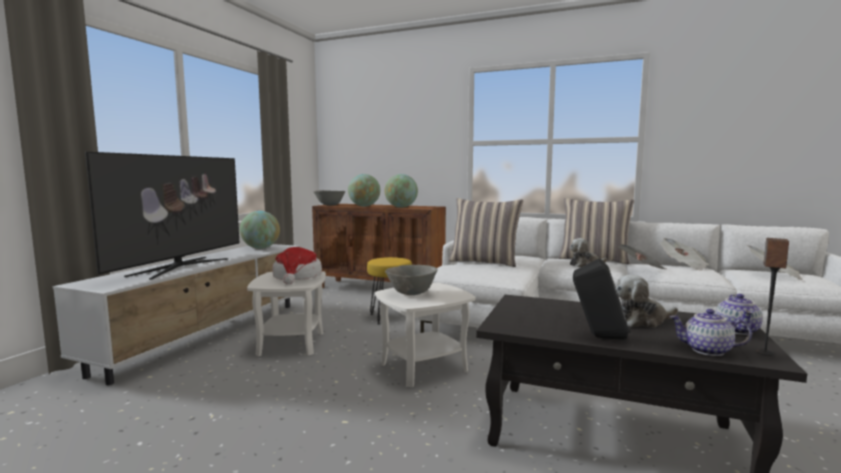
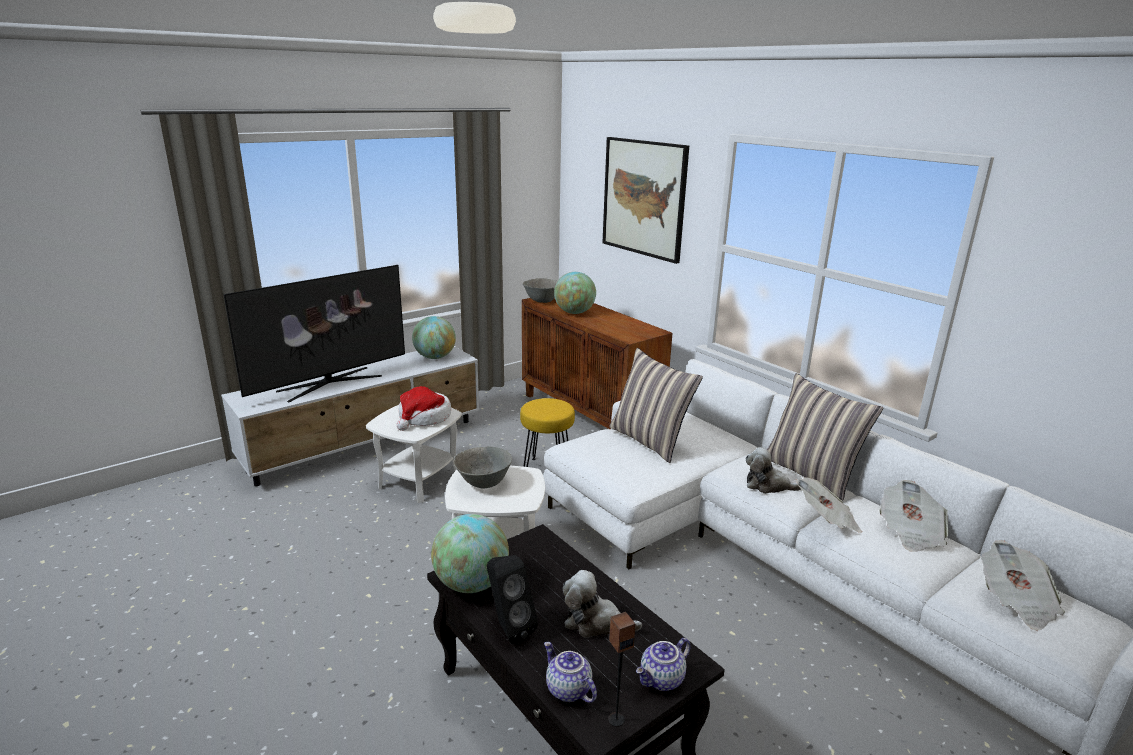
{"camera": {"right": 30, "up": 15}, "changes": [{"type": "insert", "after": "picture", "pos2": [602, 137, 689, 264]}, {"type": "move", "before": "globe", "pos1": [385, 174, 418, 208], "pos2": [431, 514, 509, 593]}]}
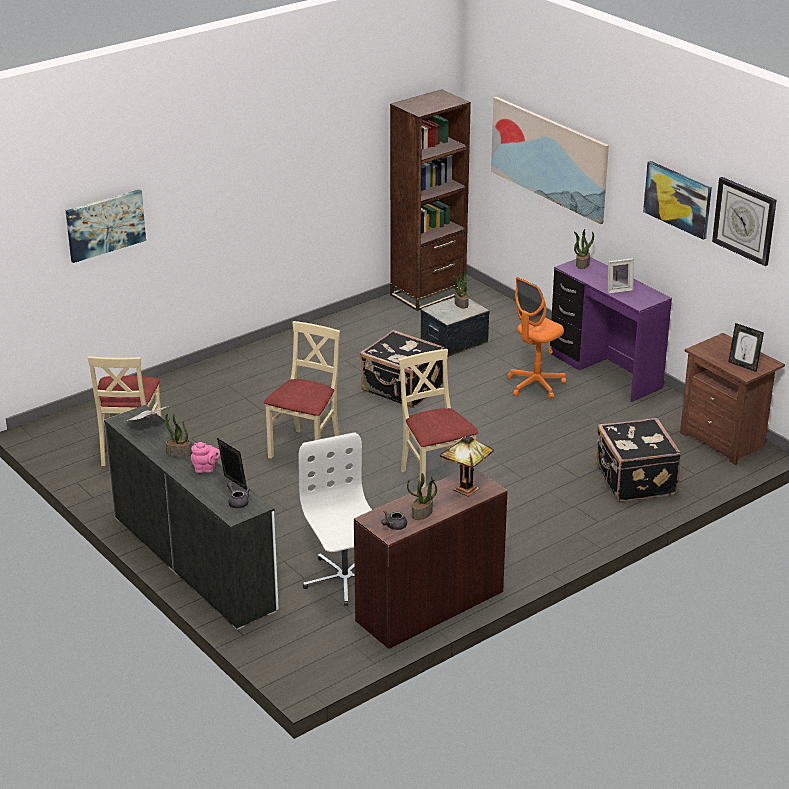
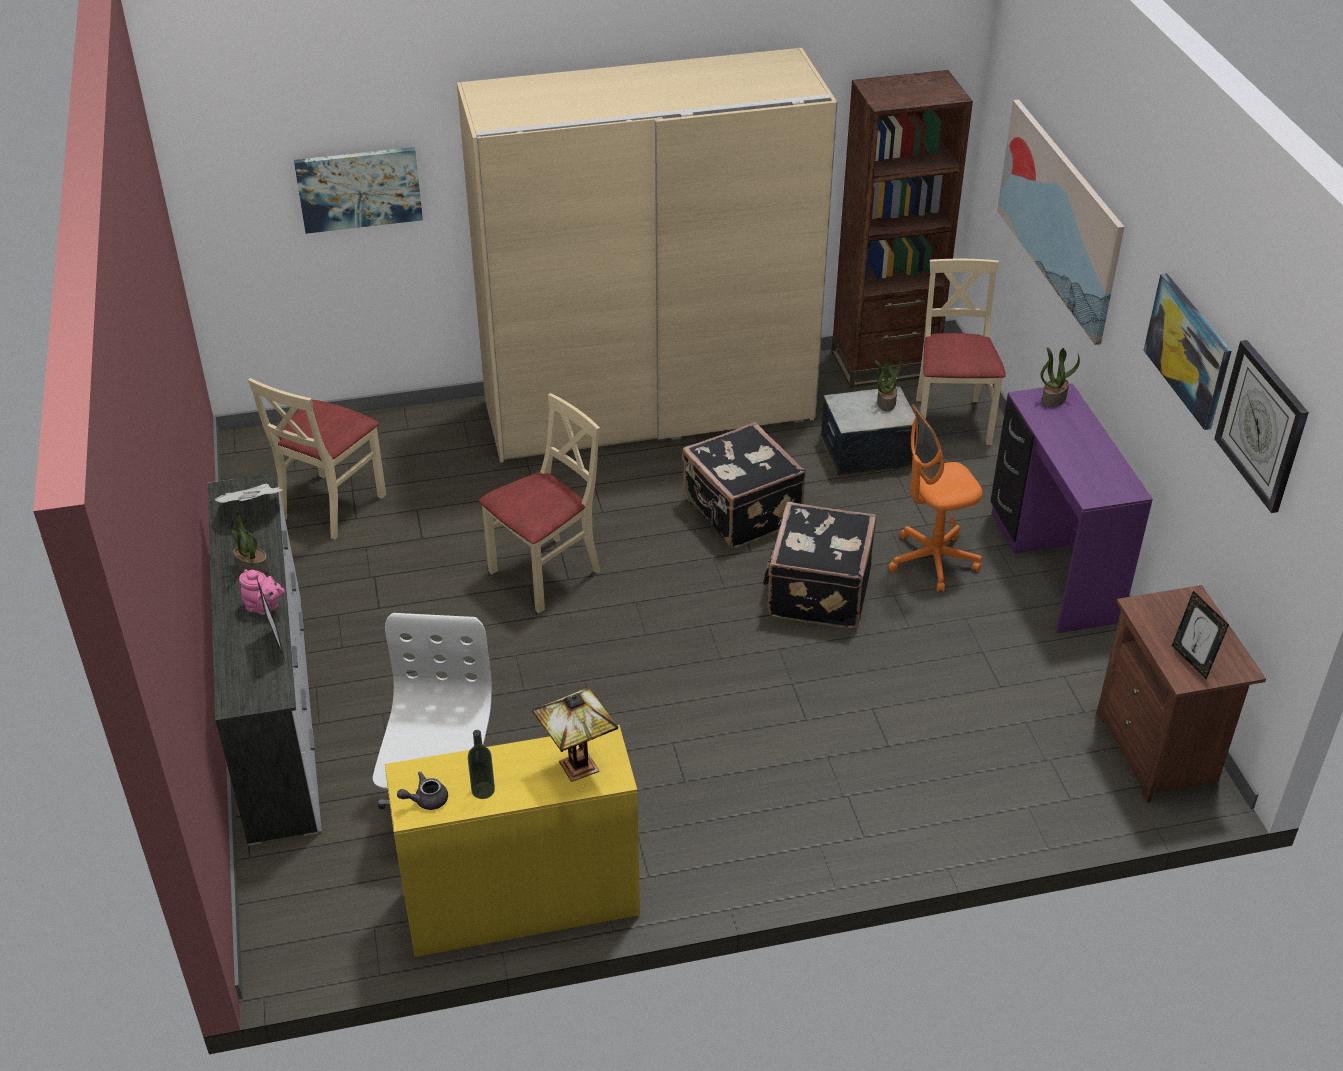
{"camera": {"right": 25, "up": 10}, "changes": [{"type": "delete", "before": "teapot in grey", "pos1": [227, 481, 250, 508]}, {"type": "delete", "before": "picture frame", "pos1": [608, 258, 634, 294]}, {"type": "insert", "after": "wardrobe in beige", "pos2": [457, 48, 838, 463]}, {"type": "move", "before": "chair in beige", "pos1": [398, 349, 478, 488], "pos2": [916, 259, 1006, 445]}, {"type": "move", "before": "suitcase in black", "pos1": [596, 418, 682, 502], "pos2": [763, 502, 876, 629]}, {"type": "replace", "before": "potted plant", "after": "bottle", "pos1": [407, 473, 437, 520], "pos2": [468, 730, 495, 799]}, {"type": "recolor", "before": "desk in brown", "after": "desk in yellow", "pos1": [354, 467, 508, 649], "pos2": [385, 725, 640, 957]}]}
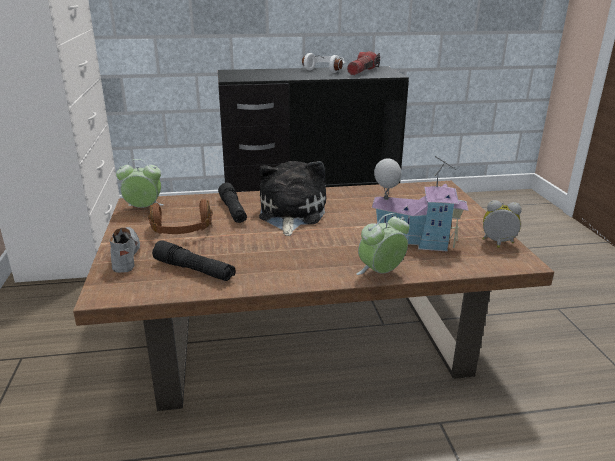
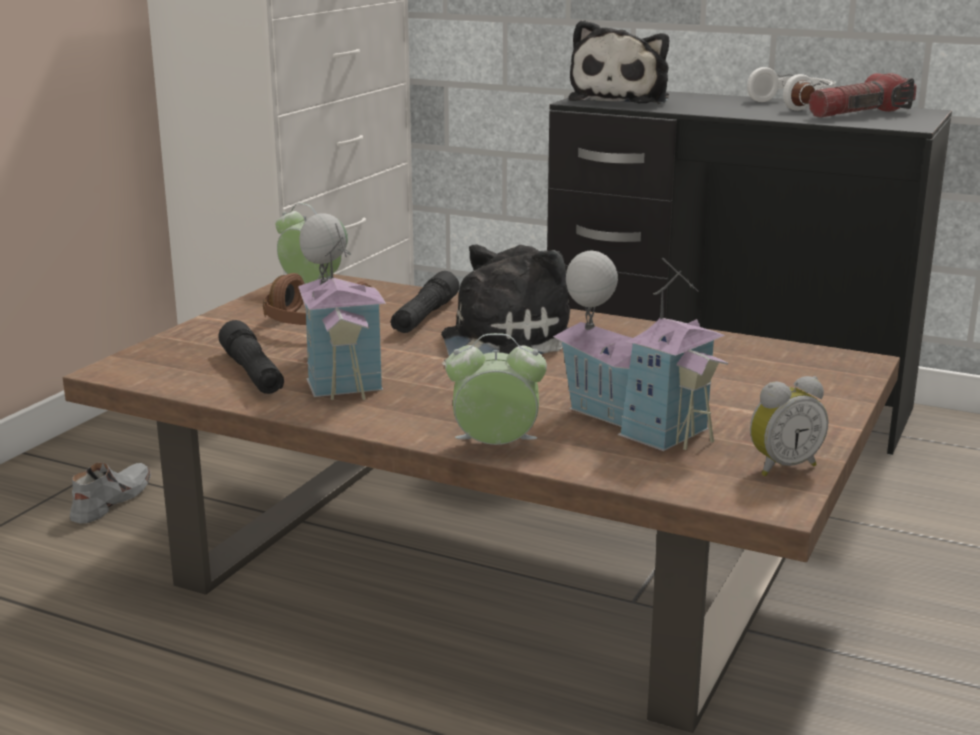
{"camera": {"right": 35, "up": -5}, "changes": [{"type": "insert", "after": "toy house", "pos2": [298, 213, 386, 400]}, {"type": "insert", "after": "plush toy", "pos2": [568, 20, 669, 104]}, {"type": "move", "before": "shoe in grey", "pos1": [110, 227, 140, 273], "pos2": [70, 462, 151, 524]}, {"type": "rotate", "before": "alarm clock", "pos1": [482, 200, 522, 248], "pos2": [750, 376, 828, 476], "turn": 105}]}
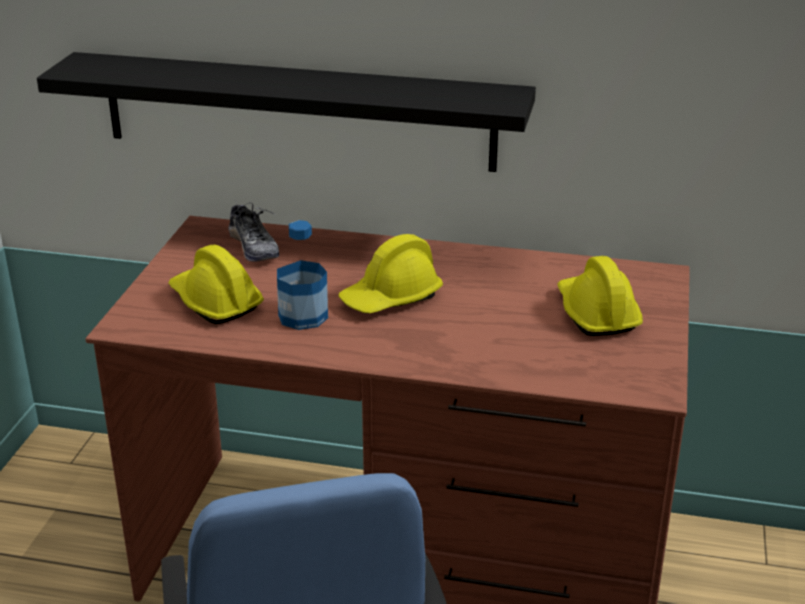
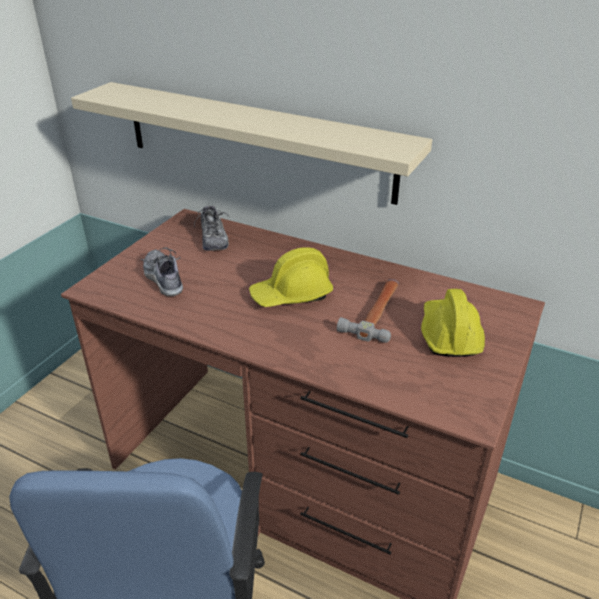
{"camera": {"right": 15, "up": 5}, "changes": [{"type": "delete", "before": "bottle", "pos1": [277, 220, 328, 330]}, {"type": "insert", "after": "hammer", "pos2": [337, 279, 399, 343]}, {"type": "replace", "before": "hard hat in yellow", "after": "shoe", "pos1": [168, 245, 264, 324], "pos2": [140, 247, 183, 296]}, {"type": "recolor", "before": "shelf in black", "after": "shelf in beige", "pos1": [37, 52, 536, 172], "pos2": [71, 82, 432, 205]}]}
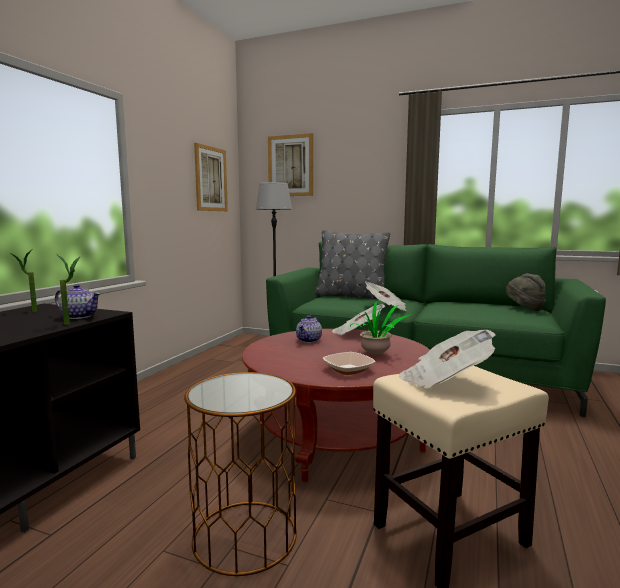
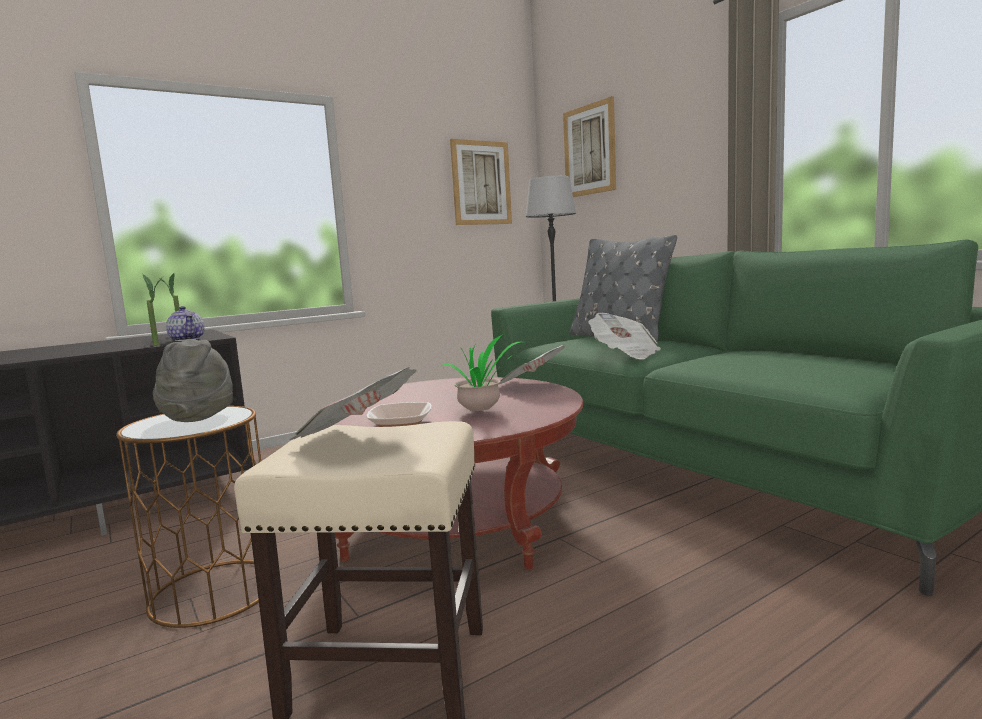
{"camera": {"right": 35, "up": 0}, "changes": [{"type": "delete", "before": "teapot", "pos1": [296, 315, 322, 343]}, {"type": "move", "before": "hat in grey", "pos1": [505, 273, 546, 311], "pos2": [153, 339, 233, 422]}]}
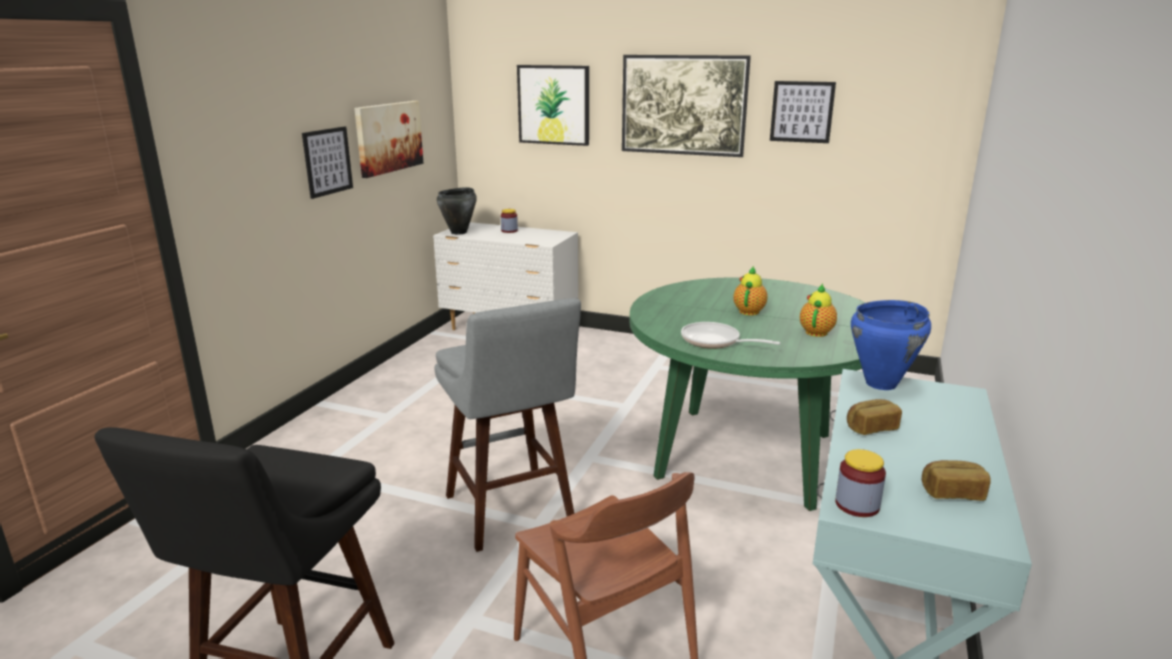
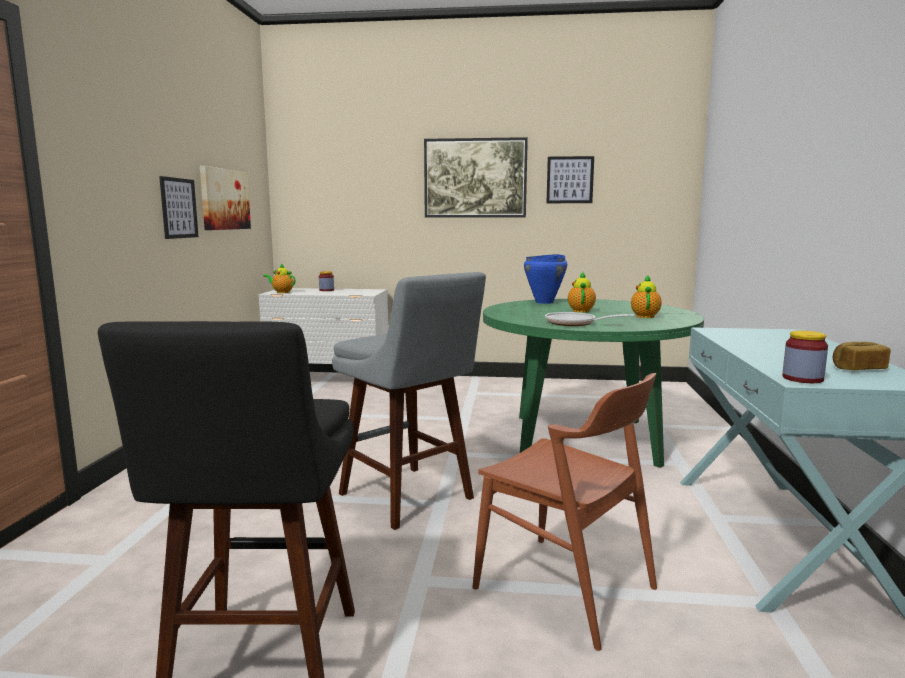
{"camera": {"right": -15, "up": -10}, "changes": [{"type": "delete", "before": "picture", "pos1": [517, 65, 589, 146]}, {"type": "delete", "before": "bread", "pos1": [847, 399, 902, 435]}, {"type": "move", "before": "cooking pot in blue", "pos1": [851, 300, 931, 390], "pos2": [524, 254, 567, 304]}, {"type": "replace", "before": "cooking pot in black", "after": "teapot", "pos1": [437, 187, 477, 234], "pos2": [264, 263, 295, 293]}]}
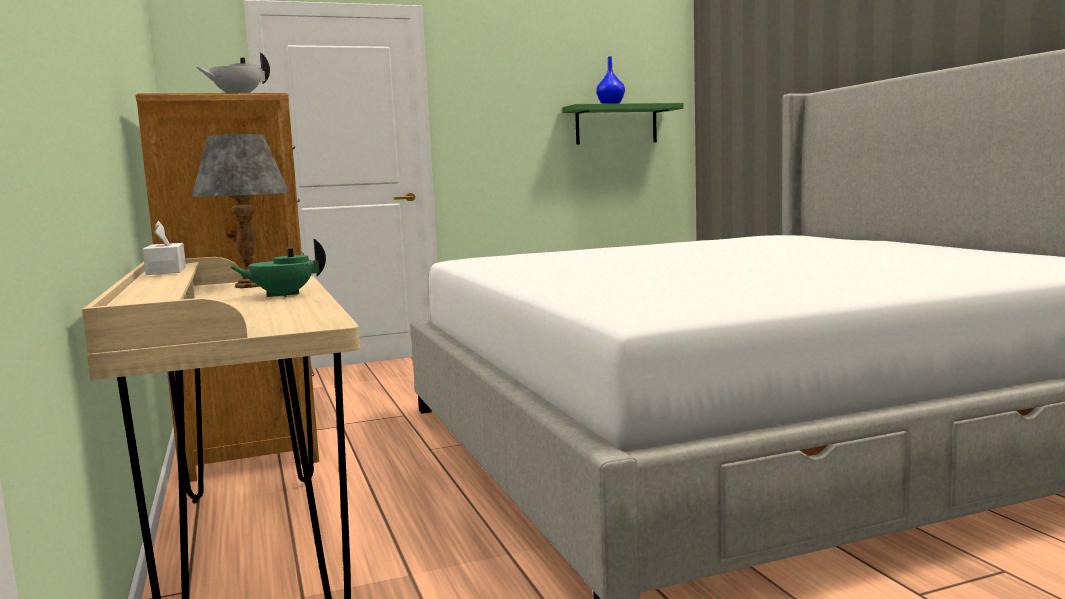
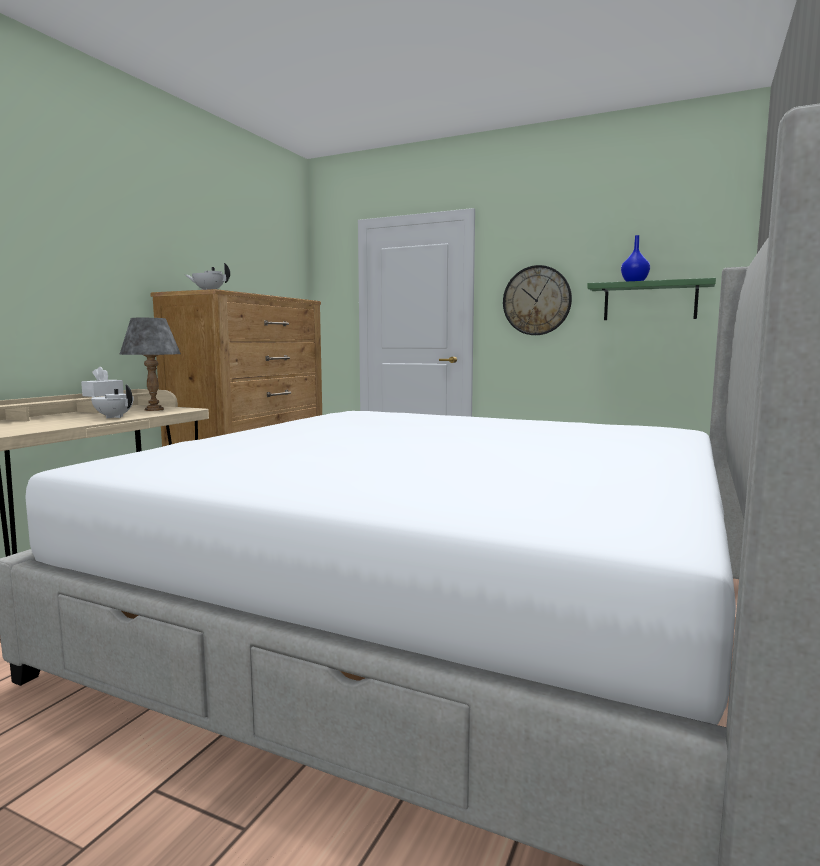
{"camera": {"right": 45, "up": 0}, "changes": [{"type": "insert", "after": "wall clock", "pos2": [503, 265, 572, 335]}, {"type": "recolor", "before": "teapot in green", "after": "teapot in white", "pos1": [230, 239, 326, 297], "pos2": [91, 384, 133, 418]}]}
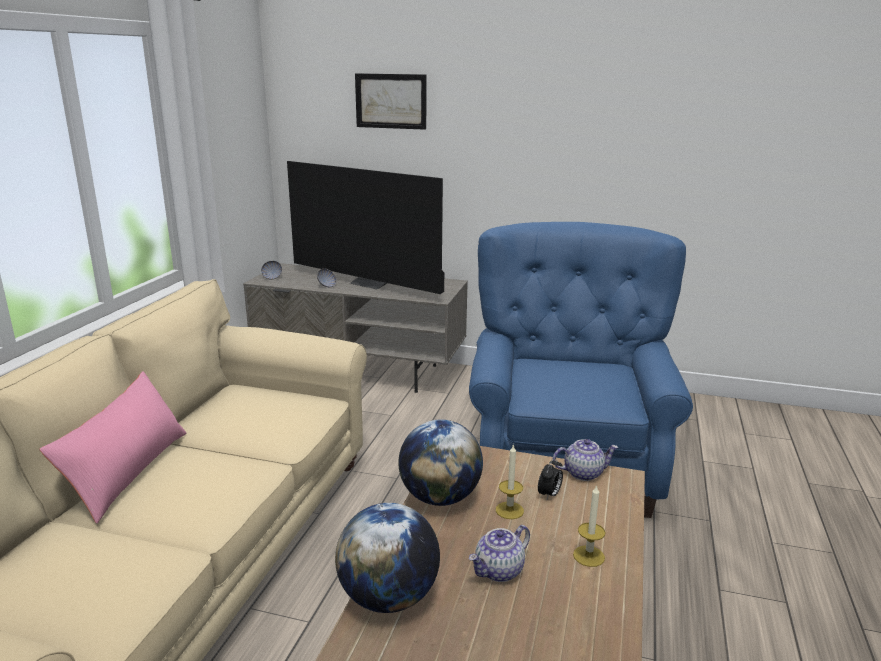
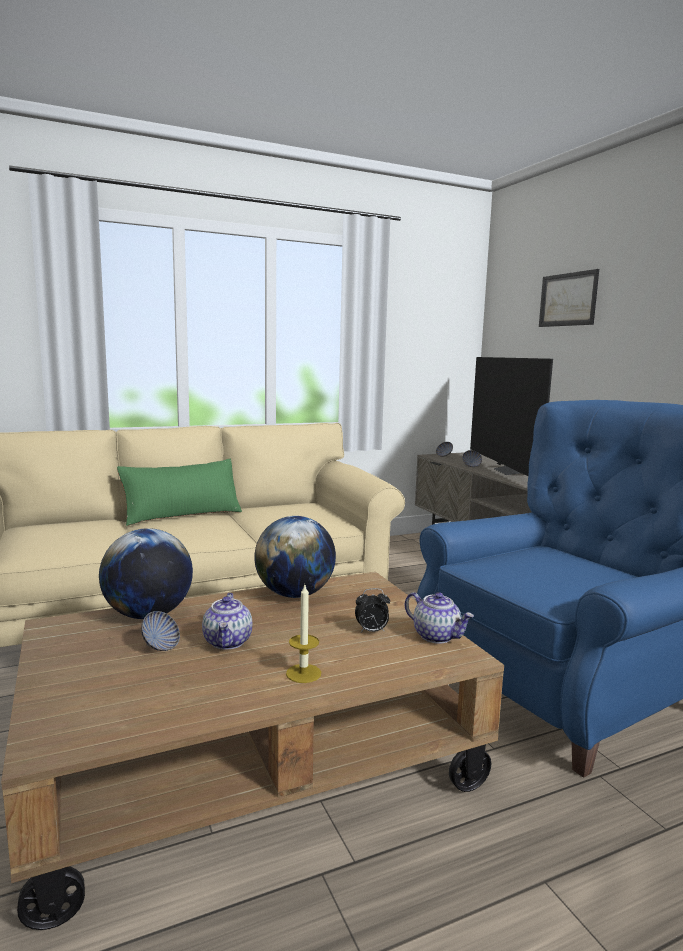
{"camera": {"right": 50, "up": -10}, "changes": [{"type": "delete", "before": "candle", "pos1": [496, 444, 524, 519]}, {"type": "insert", "after": "bowl", "pos2": [141, 611, 180, 651]}, {"type": "recolor", "before": "pillow in pink", "after": "pillow in green", "pos1": [40, 371, 186, 524], "pos2": [117, 459, 242, 526]}, {"type": "rotate", "before": "teapot", "pos1": [469, 525, 530, 582], "pos2": [202, 593, 252, 649], "turn": -105}]}
